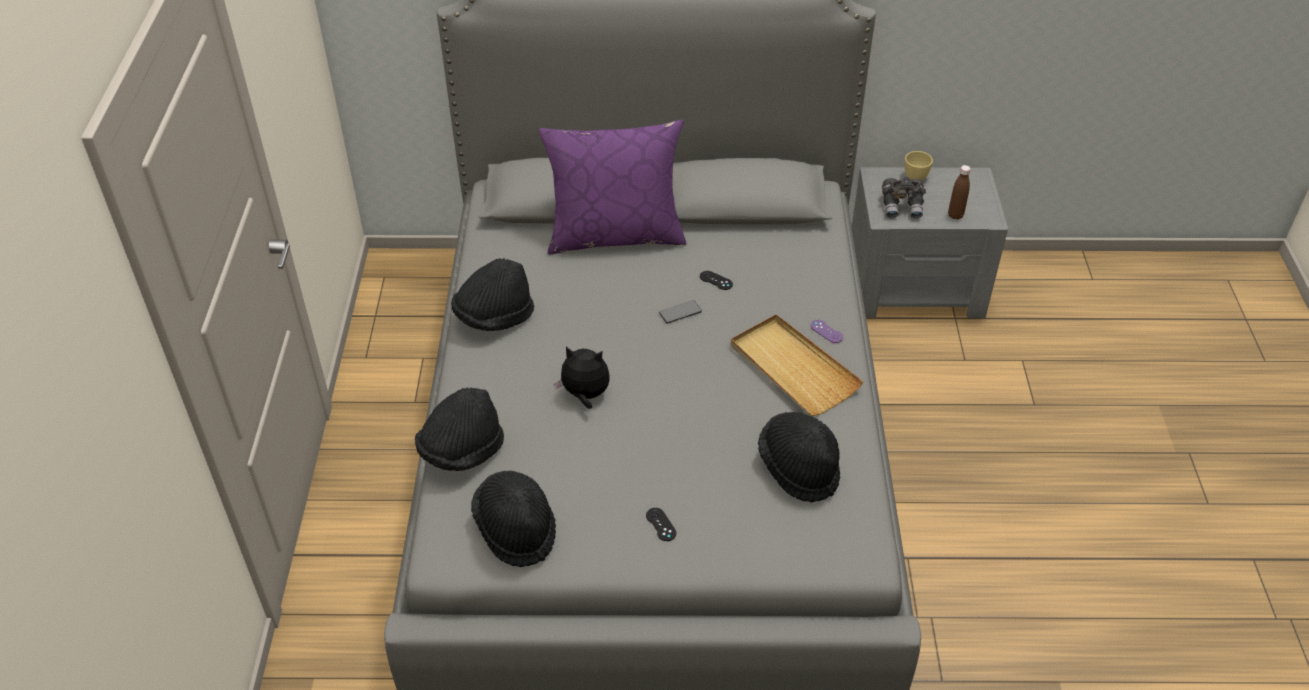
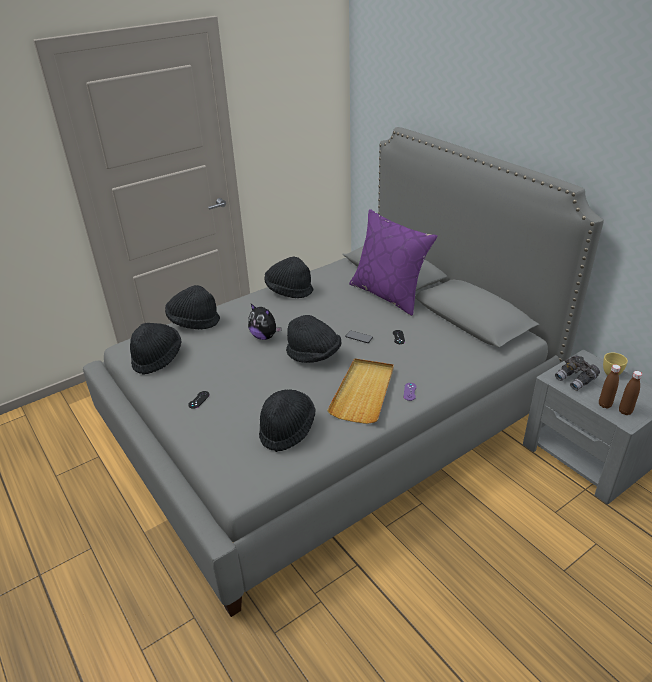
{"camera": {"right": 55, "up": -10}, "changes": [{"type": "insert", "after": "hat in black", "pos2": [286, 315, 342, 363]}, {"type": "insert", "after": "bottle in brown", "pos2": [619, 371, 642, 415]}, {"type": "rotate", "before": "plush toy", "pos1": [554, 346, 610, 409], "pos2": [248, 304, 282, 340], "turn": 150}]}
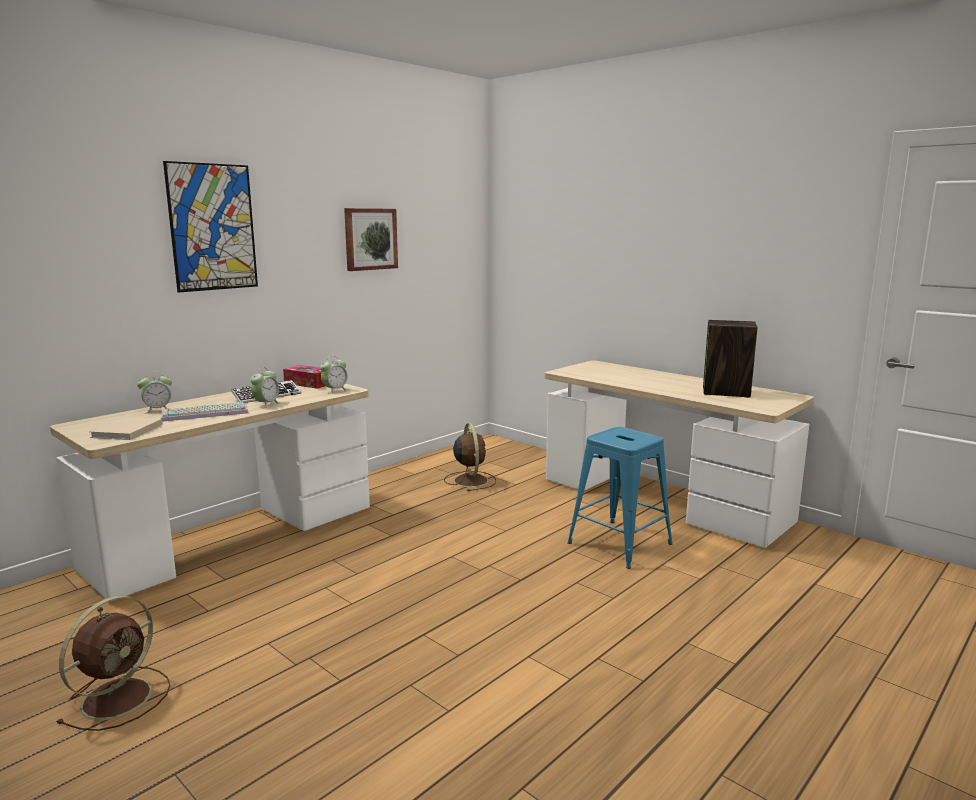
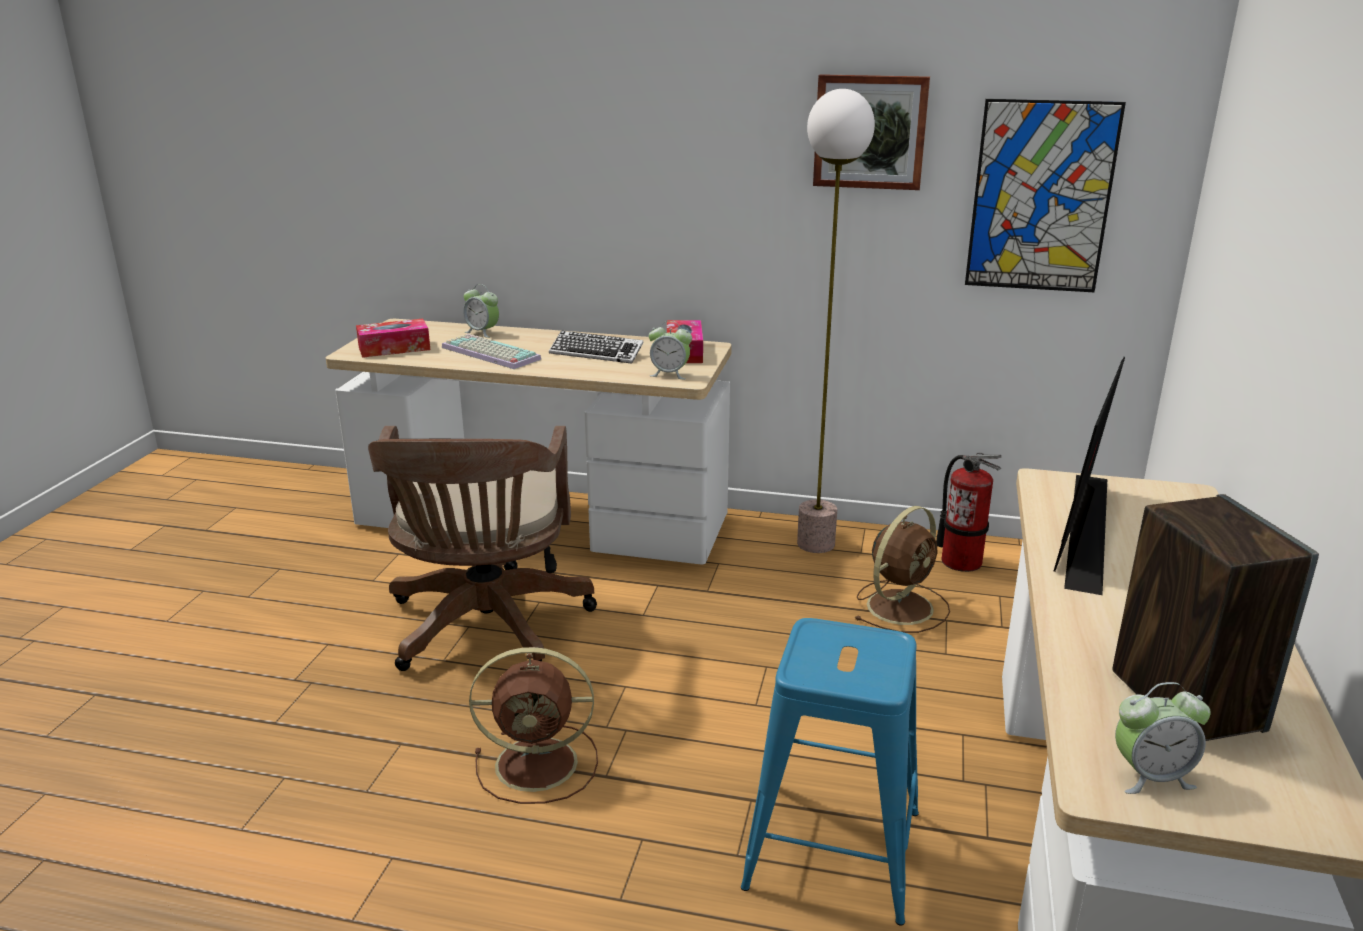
{"camera": {"right": 60, "up": 10}, "changes": [{"type": "insert", "after": "office chair in brown", "pos2": [368, 426, 597, 671]}, {"type": "insert", "after": "floor lamp", "pos2": [797, 89, 875, 553]}, {"type": "insert", "after": "fire extinguisher", "pos2": [936, 453, 1001, 572]}, {"type": "insert", "after": "monitor", "pos2": [1054, 357, 1125, 595]}, {"type": "move", "before": "fan in brown", "pos1": [56, 596, 171, 731], "pos2": [469, 647, 598, 804]}, {"type": "move", "before": "picture", "pos1": [163, 161, 258, 293], "pos2": [965, 99, 1126, 292]}, {"type": "move", "before": "alarm clock", "pos1": [251, 367, 281, 408], "pos2": [1115, 682, 1211, 794]}, {"type": "replace", "before": "book in beige", "after": "tissue box", "pos1": [89, 417, 163, 440], "pos2": [356, 319, 430, 358]}]}
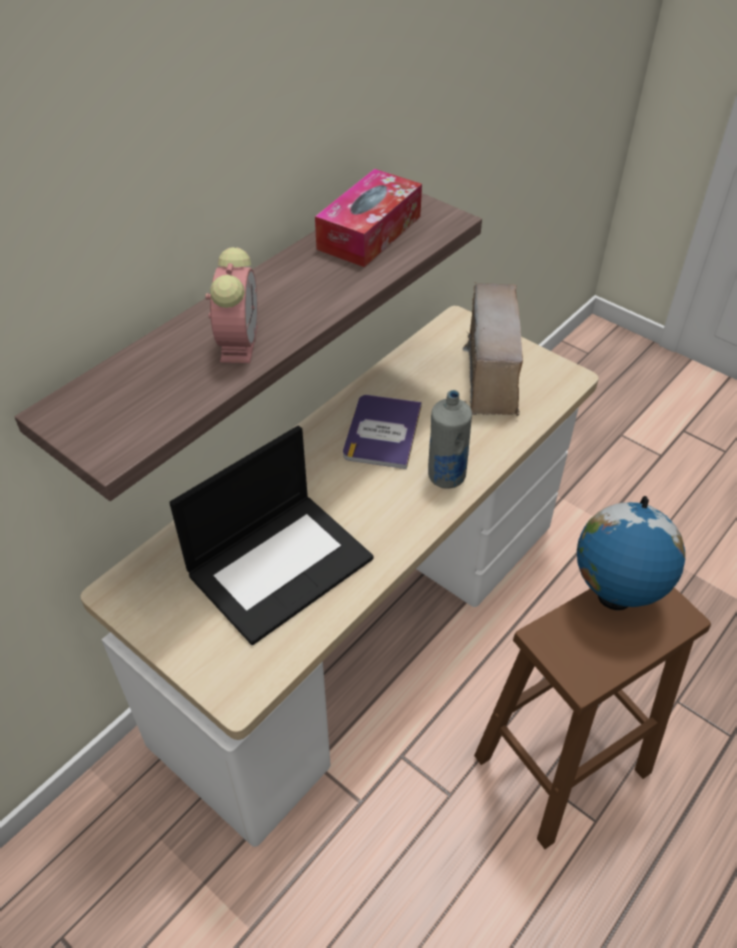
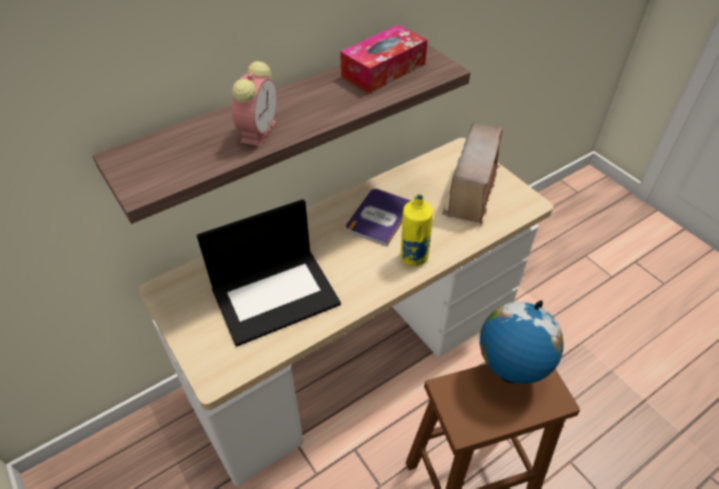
{"camera": {"right": 15, "up": 0}, "changes": [{"type": "recolor", "before": "bottle in grey", "after": "bottle in yellow", "pos1": [428, 390, 472, 489], "pos2": [401, 194, 433, 266]}]}
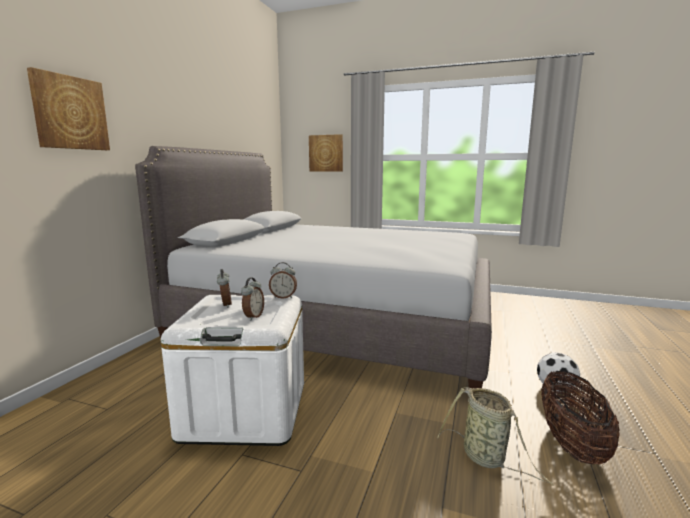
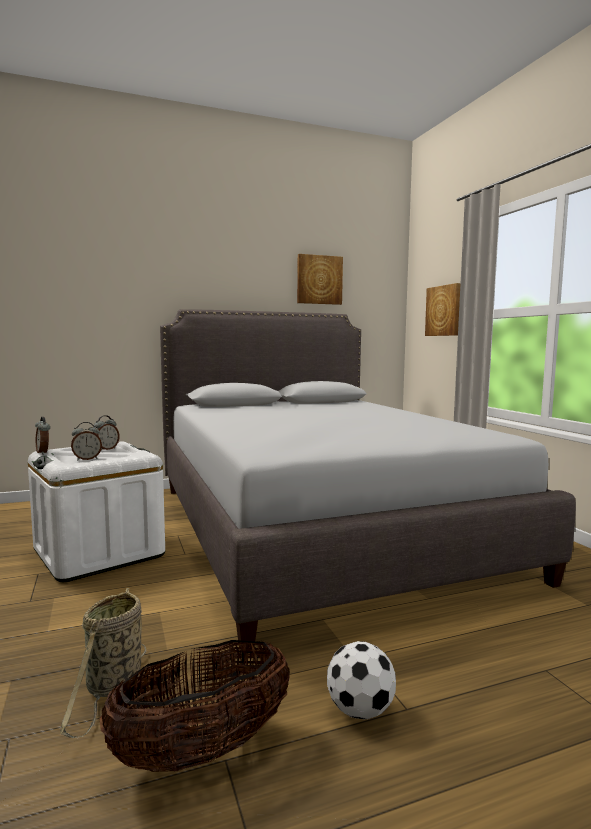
{"camera": {"right": 50, "up": -5}, "changes": [{"type": "move", "before": "picture", "pos1": [27, 67, 110, 150], "pos2": [297, 254, 343, 305]}, {"type": "move", "before": "alarm clock", "pos1": [269, 262, 297, 299], "pos2": [35, 417, 50, 455]}]}
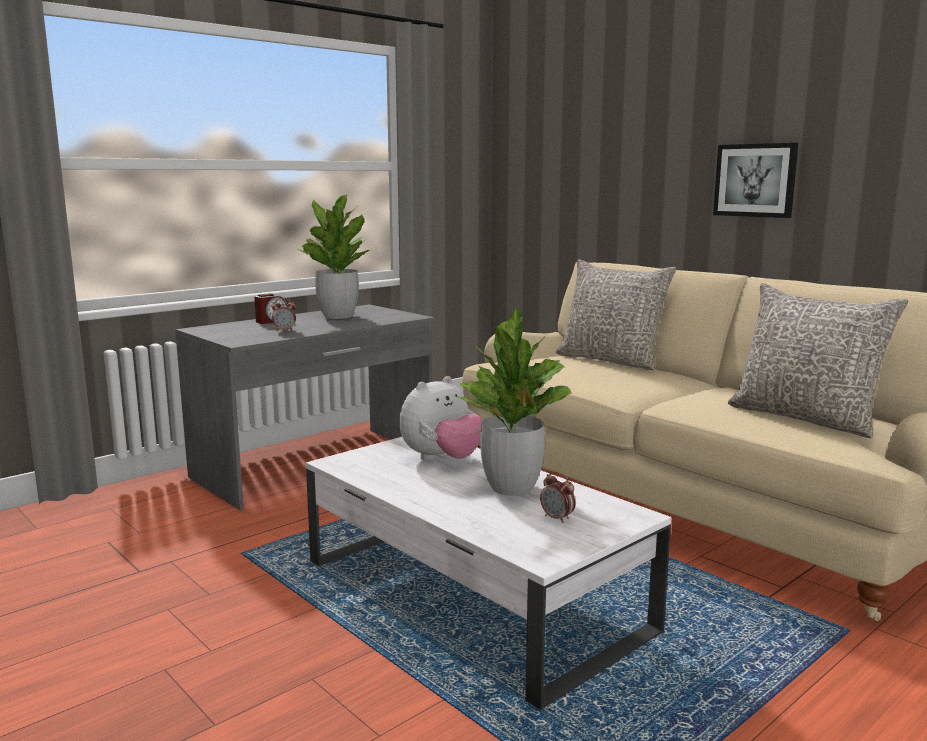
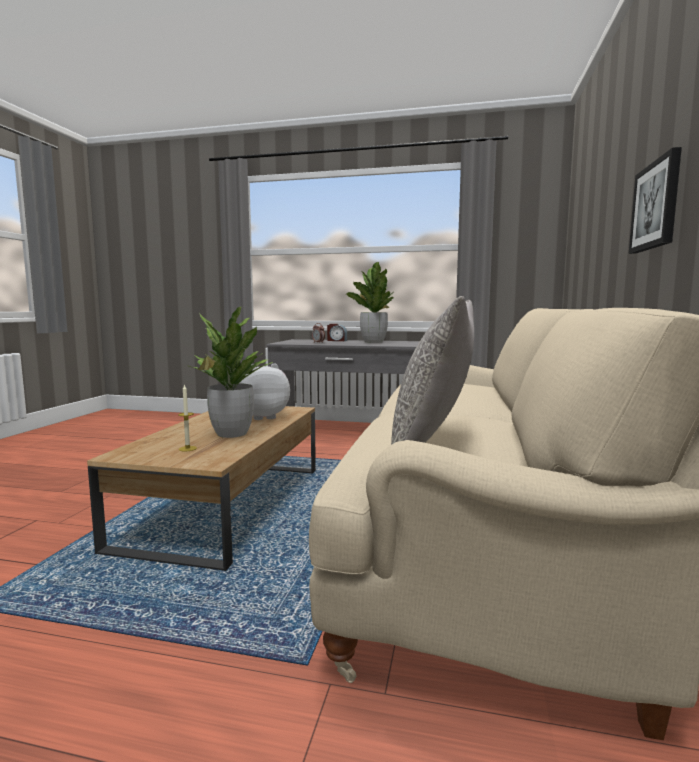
{"camera": {"right": 55, "up": -5}, "changes": [{"type": "delete", "before": "pillow in grey", "pos1": [556, 259, 676, 370]}, {"type": "replace", "before": "alarm clock", "after": "candle", "pos1": [540, 472, 576, 523], "pos2": [178, 384, 197, 451]}, {"type": "recolor", "before": "coffee table in white", "after": "coffee table in brown", "pos1": [306, 437, 671, 710], "pos2": [87, 406, 316, 571]}, {"type": "rotate", "before": "plush toy", "pos1": [400, 376, 483, 461], "pos2": [240, 363, 290, 420], "turn": 150}]}
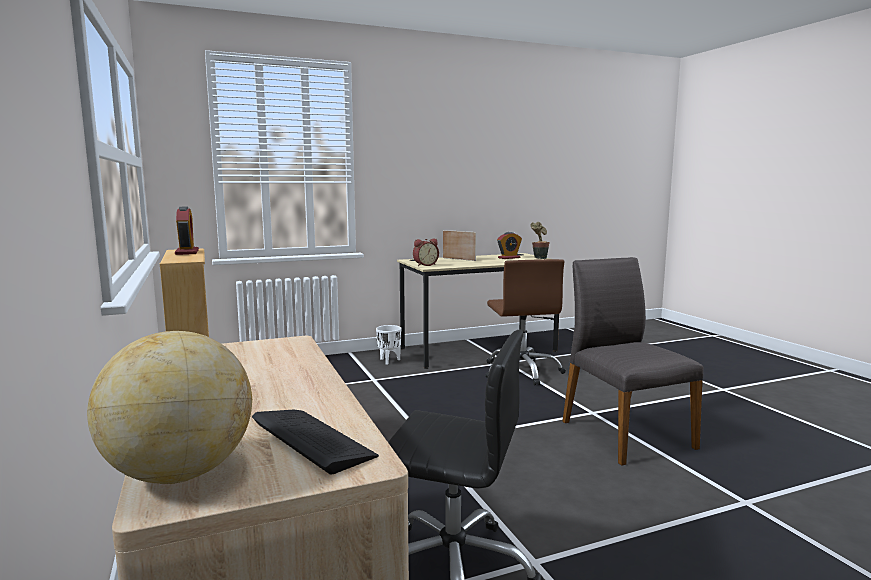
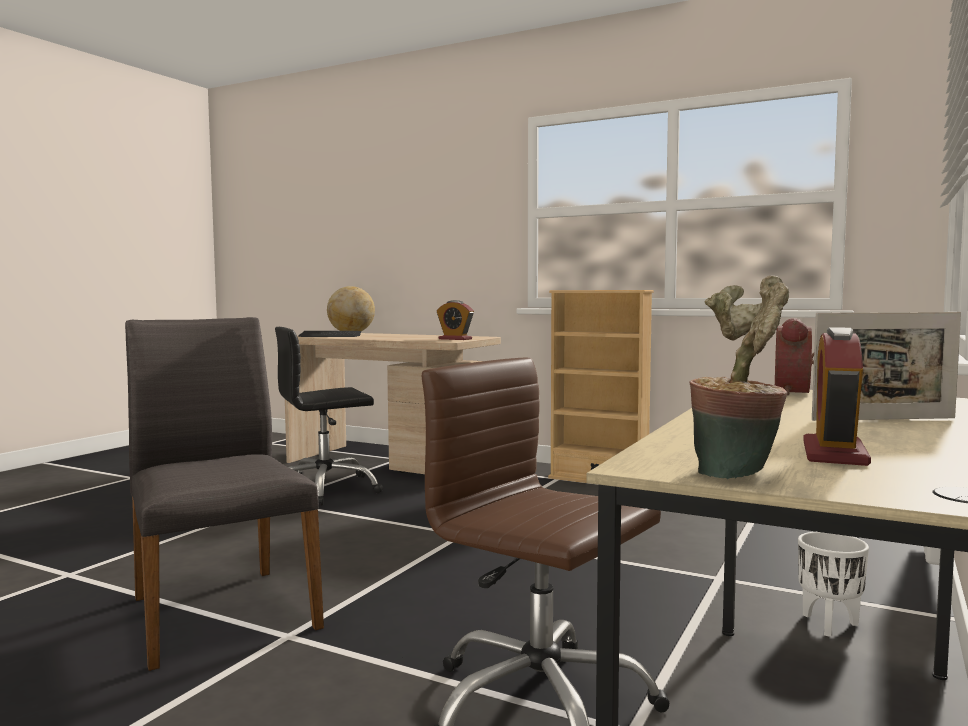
{"camera": {"right": 140, "up": -5}, "changes": [{"type": "move", "before": "alarm clock", "pos1": [175, 207, 199, 255], "pos2": [437, 300, 474, 340]}, {"type": "rotate", "before": "chair in grey", "pos1": [562, 257, 704, 466], "pos2": [125, 317, 324, 671], "turn": -150}]}
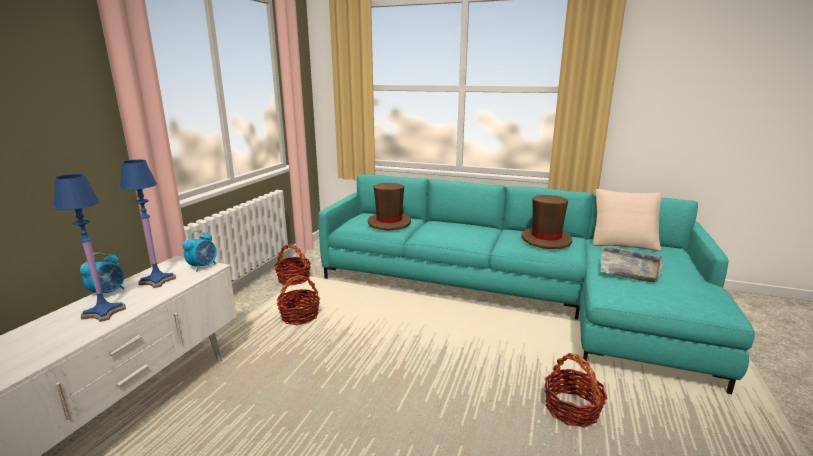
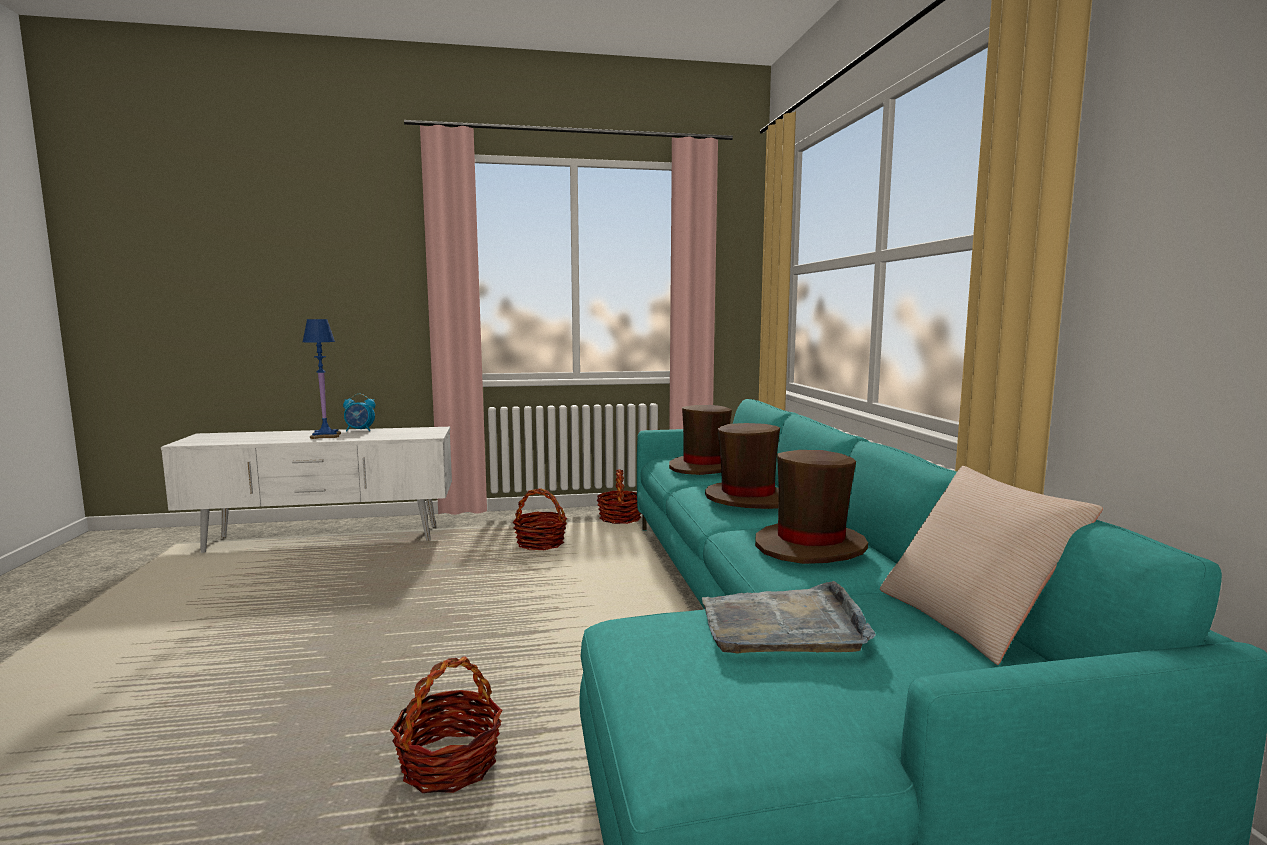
{"camera": {"right": 60, "up": -10}, "changes": [{"type": "delete", "before": "table lamp in blue", "pos1": [120, 160, 176, 288]}, {"type": "delete", "before": "alarm clock", "pos1": [183, 231, 217, 272]}, {"type": "insert", "after": "hat in brown", "pos2": [705, 423, 780, 509]}]}
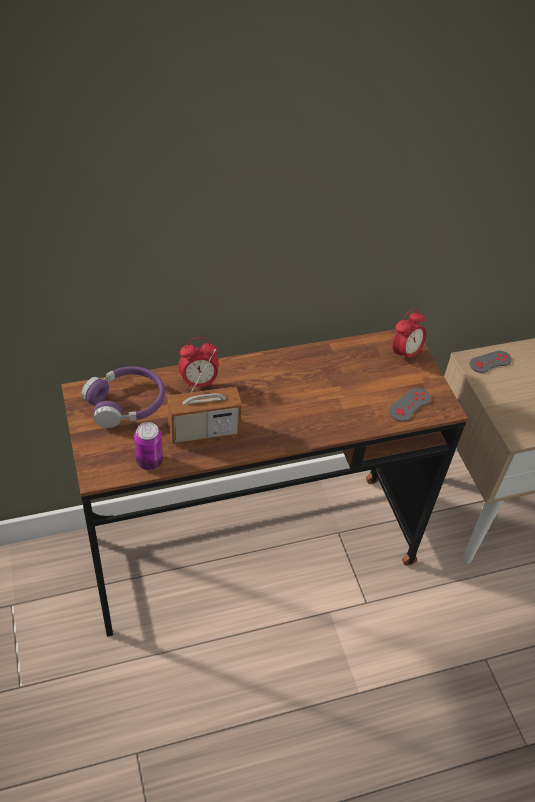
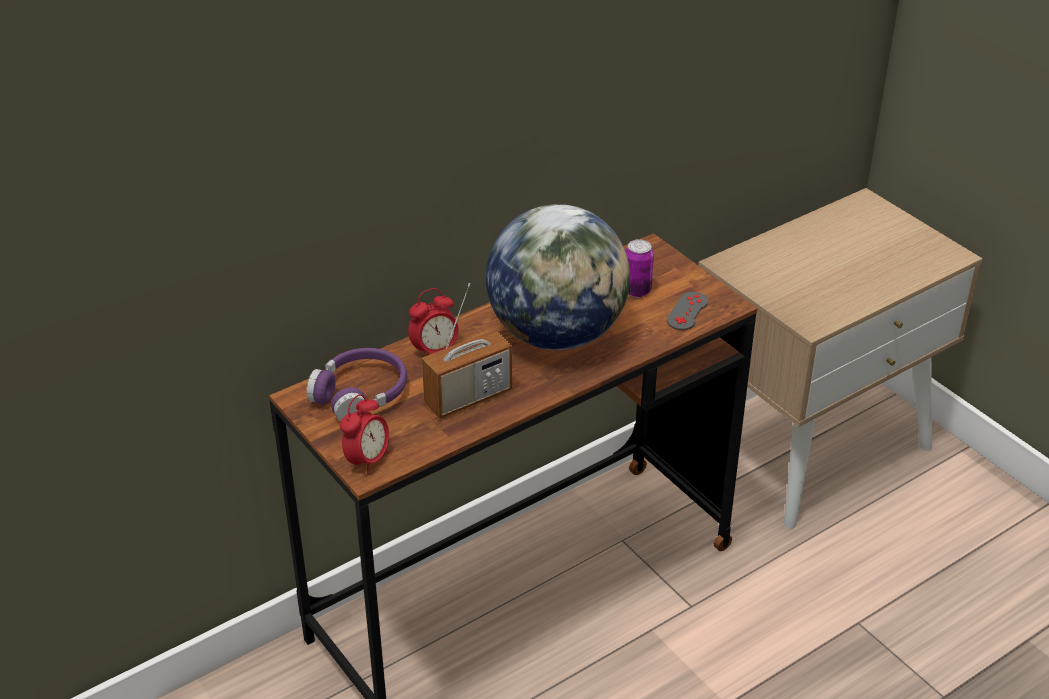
{"camera": {"right": -15, "up": -10}, "changes": [{"type": "delete", "before": "game controller in grey", "pos1": [470, 351, 512, 373]}, {"type": "insert", "after": "globe", "pos2": [486, 204, 630, 350]}, {"type": "move", "before": "can", "pos1": [134, 422, 163, 470], "pos2": [625, 239, 654, 297]}, {"type": "move", "before": "alarm clock", "pos1": [392, 309, 426, 364], "pos2": [340, 394, 389, 475]}]}
